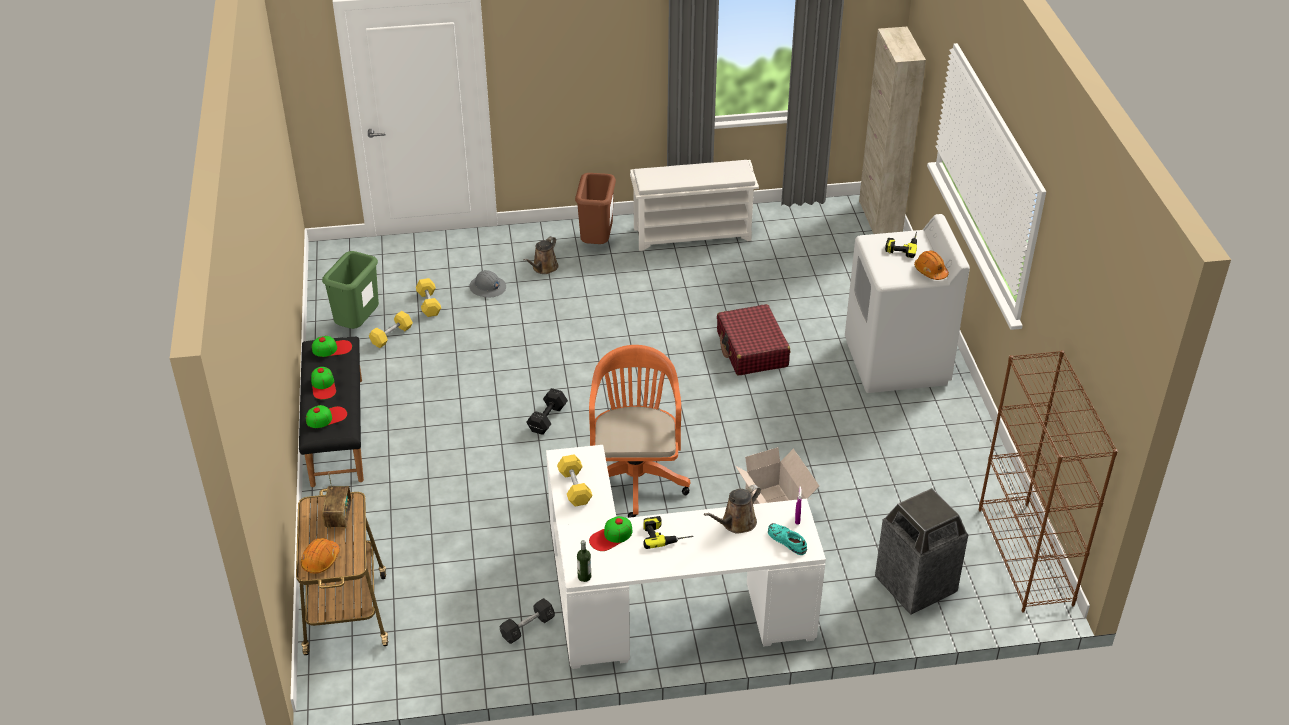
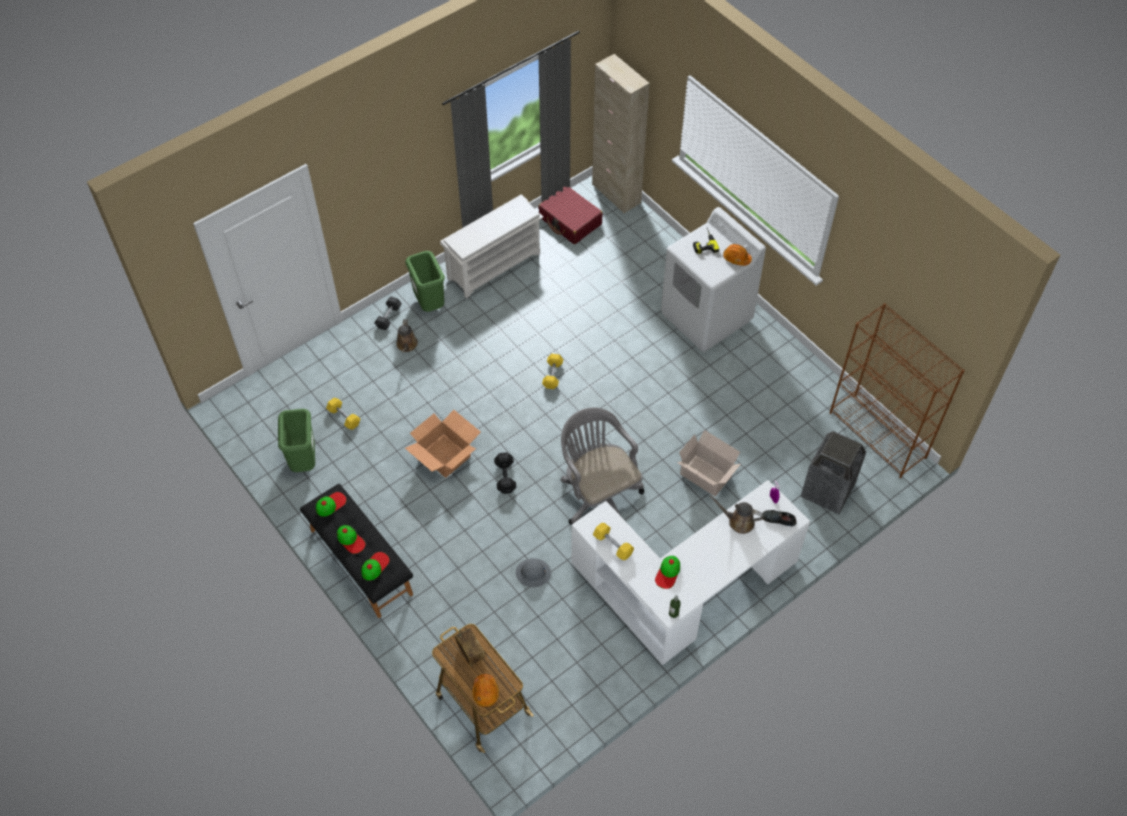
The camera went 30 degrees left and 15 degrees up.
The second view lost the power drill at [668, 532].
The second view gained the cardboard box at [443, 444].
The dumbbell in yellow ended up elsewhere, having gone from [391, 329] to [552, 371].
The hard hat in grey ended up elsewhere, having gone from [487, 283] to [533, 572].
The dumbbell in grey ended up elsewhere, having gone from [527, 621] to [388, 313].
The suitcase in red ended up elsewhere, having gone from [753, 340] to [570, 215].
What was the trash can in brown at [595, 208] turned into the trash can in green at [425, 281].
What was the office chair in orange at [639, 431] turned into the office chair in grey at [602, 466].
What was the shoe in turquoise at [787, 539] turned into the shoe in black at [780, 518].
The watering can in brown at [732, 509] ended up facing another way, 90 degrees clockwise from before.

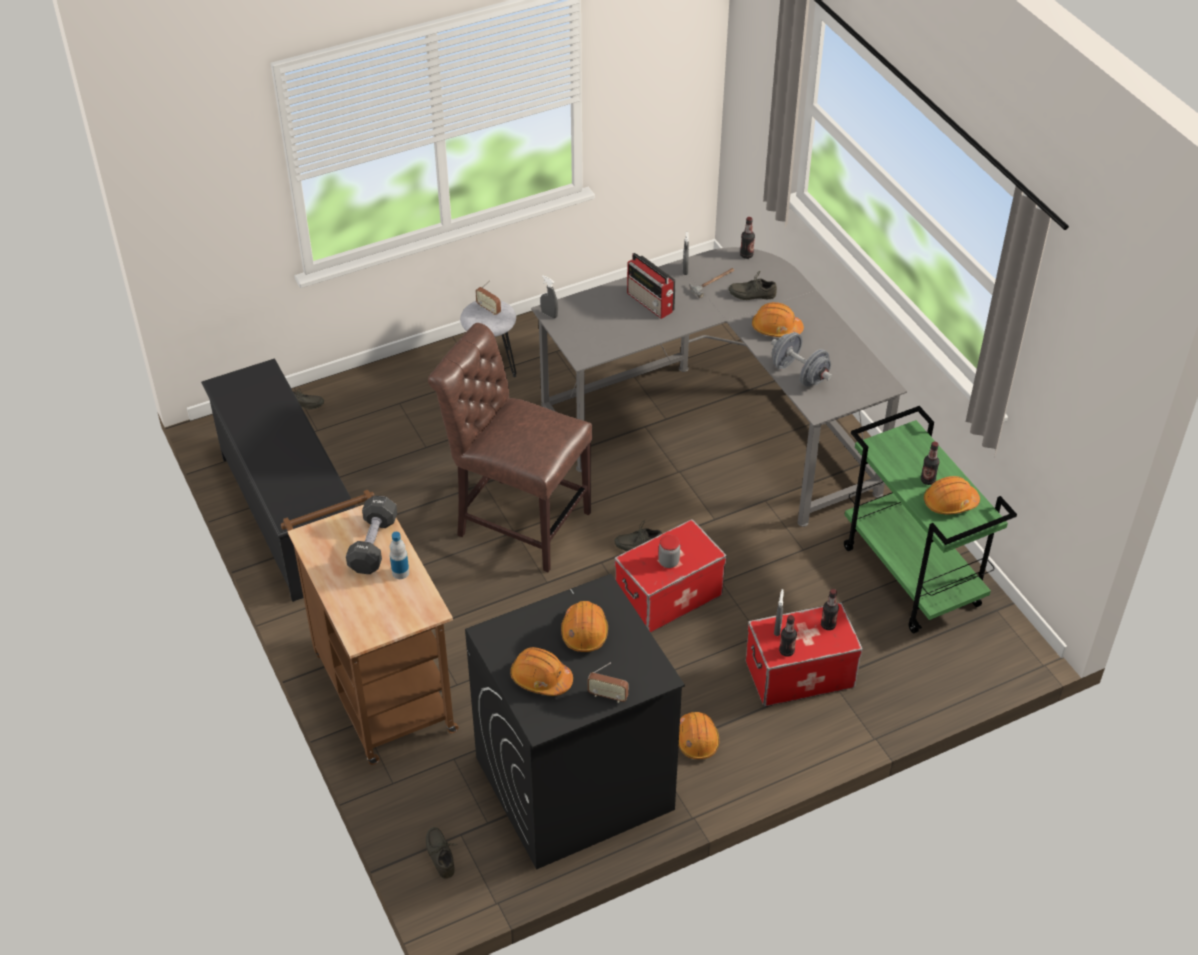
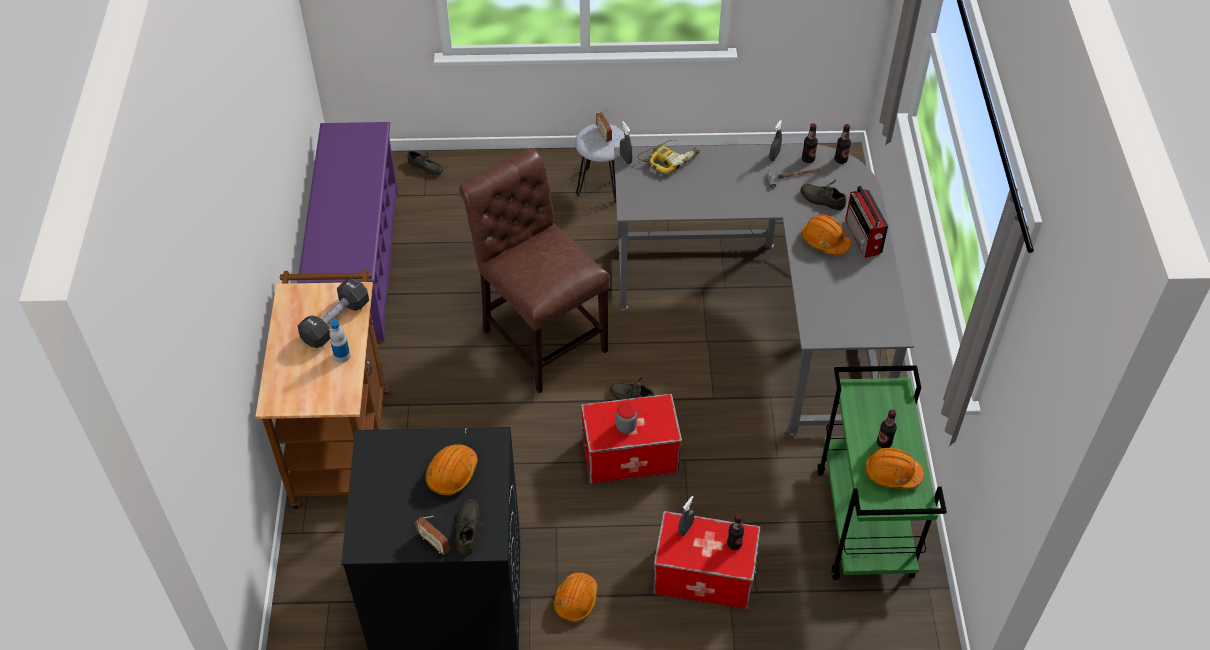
The camera went 25 degrees right and 5 degrees up.
The second view lost the hard hat in orange at [541, 671].
The second view lost the dumbbell in grey at [801, 359].
The second view gained the power drill at [669, 157].
The shoe in grey ended up elsewhere, having gone from [441, 853] to [468, 527].
The radio ended up elsewhere, having gone from [651, 286] to [866, 221].
The bottle ended up elsewhere, having gone from [788, 636] to [810, 143].
What was the shoe rack in black at [278, 480] turned into the shoe rack in purple at [347, 231].

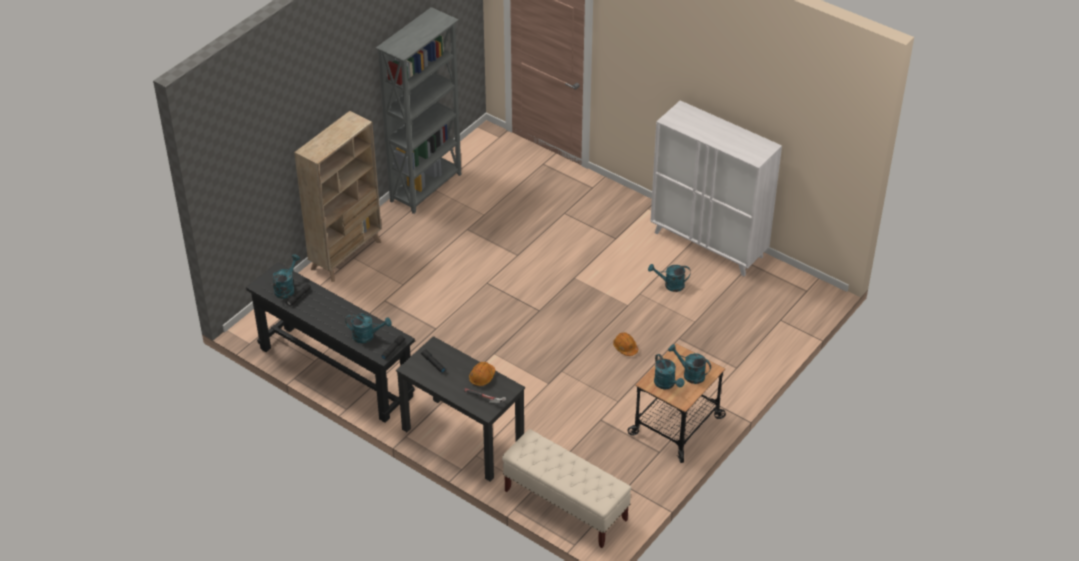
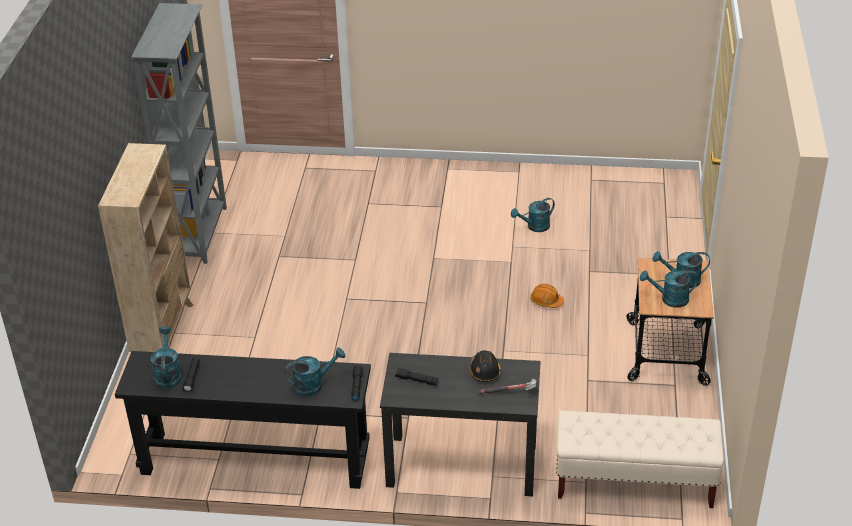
The camera went 30 degrees left and 5 degrees down.
The second view lost the cabinet in white at [716, 188].
What was the hard hat in orange at [482, 374] turned into the hard hat in black at [485, 366].
The watering can in turquoise at [669, 371] ended up facing another way, 150 degrees clockwise from before.

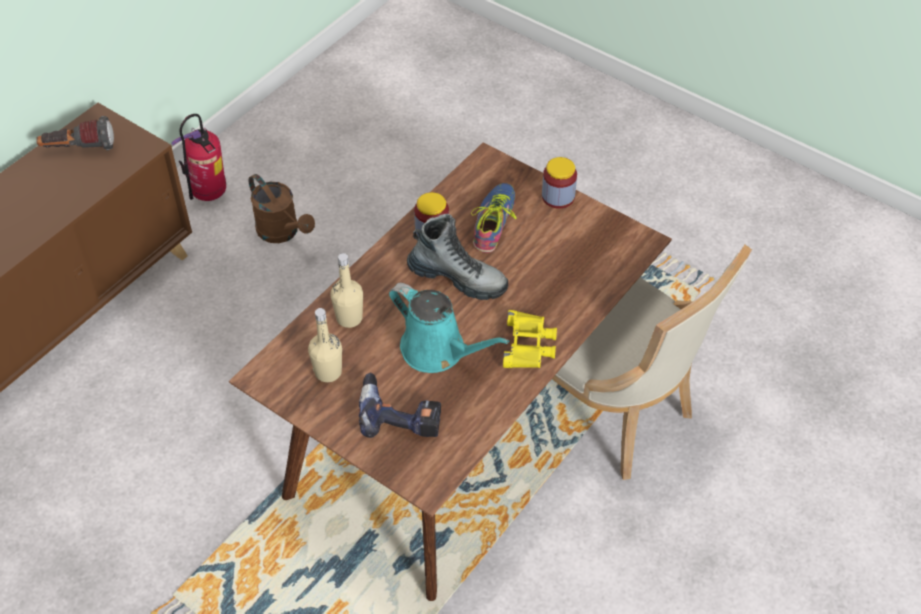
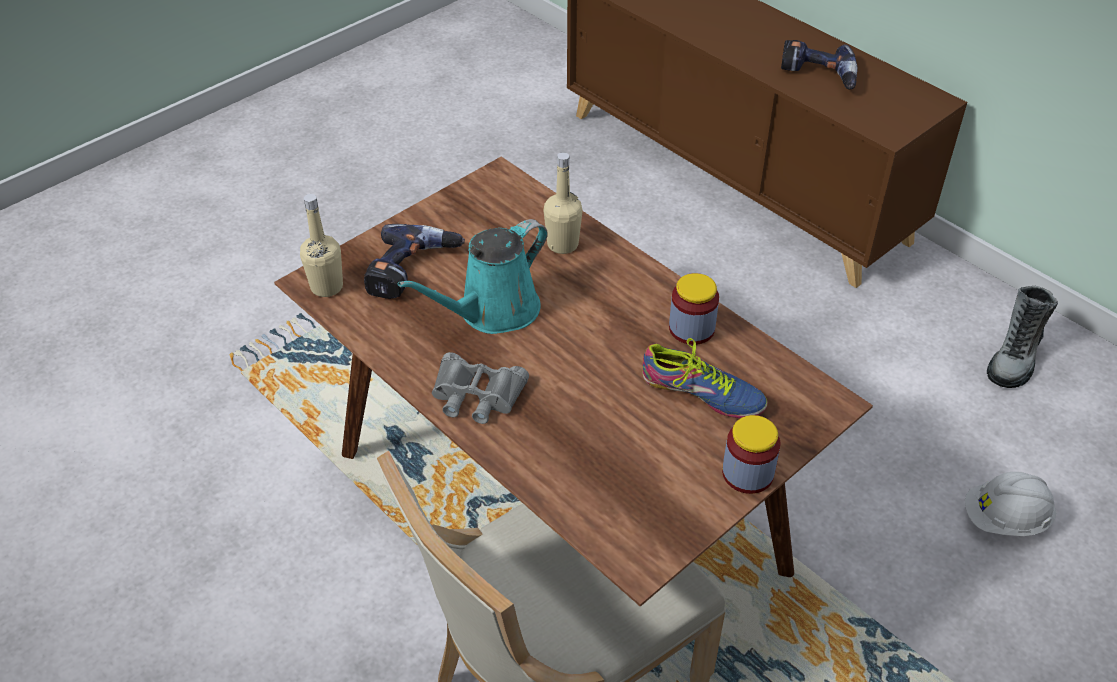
The camera went 100 degrees right and 5 degrees down.
The second view lost the flashlight at [75, 133].
The second view lost the fire extinguisher at [198, 157].
The second view lost the watering can in brown at [282, 208].
The second view gained the power drill at [819, 65].
The second view gained the hard hat in white at [1010, 504].
The bottle in beige ended up elsewhere, having gone from [325, 345] to [321, 245].
The boot ended up elsewhere, having gone from [457, 257] to [1022, 337].
What was the binoculars in yellow at [530, 339] turned into the binoculars in grey at [480, 388].

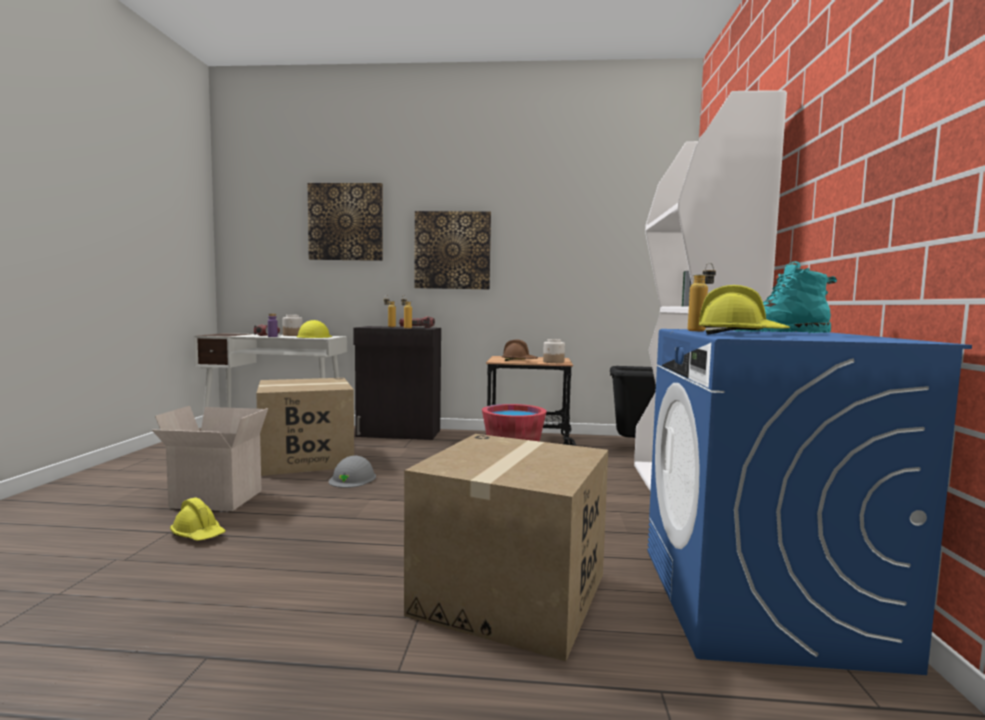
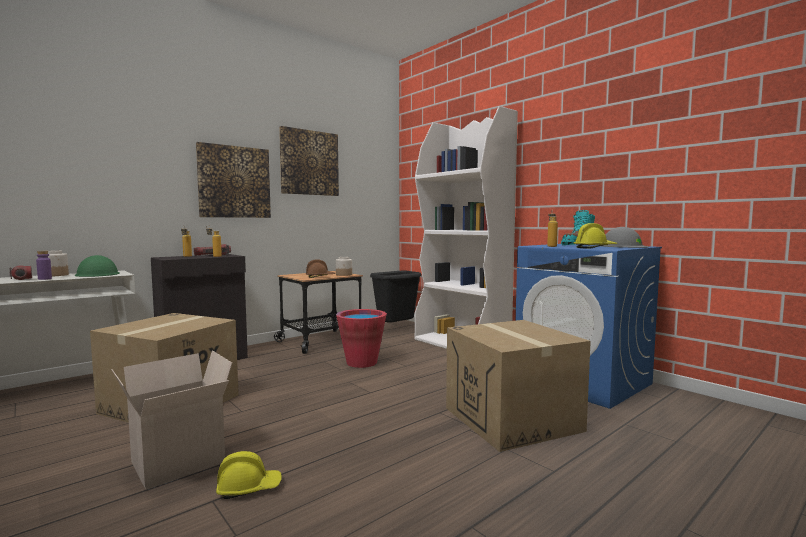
The camera went 45 degrees left and 0 degrees up.
The picture ended up elsewhere, having gone from [345, 222] to [309, 161].
The hard hat in grey ended up elsewhere, having gone from [352, 471] to [625, 237].
What was the hard hat in yellow at [314, 329] turned into the hard hat in green at [97, 266].

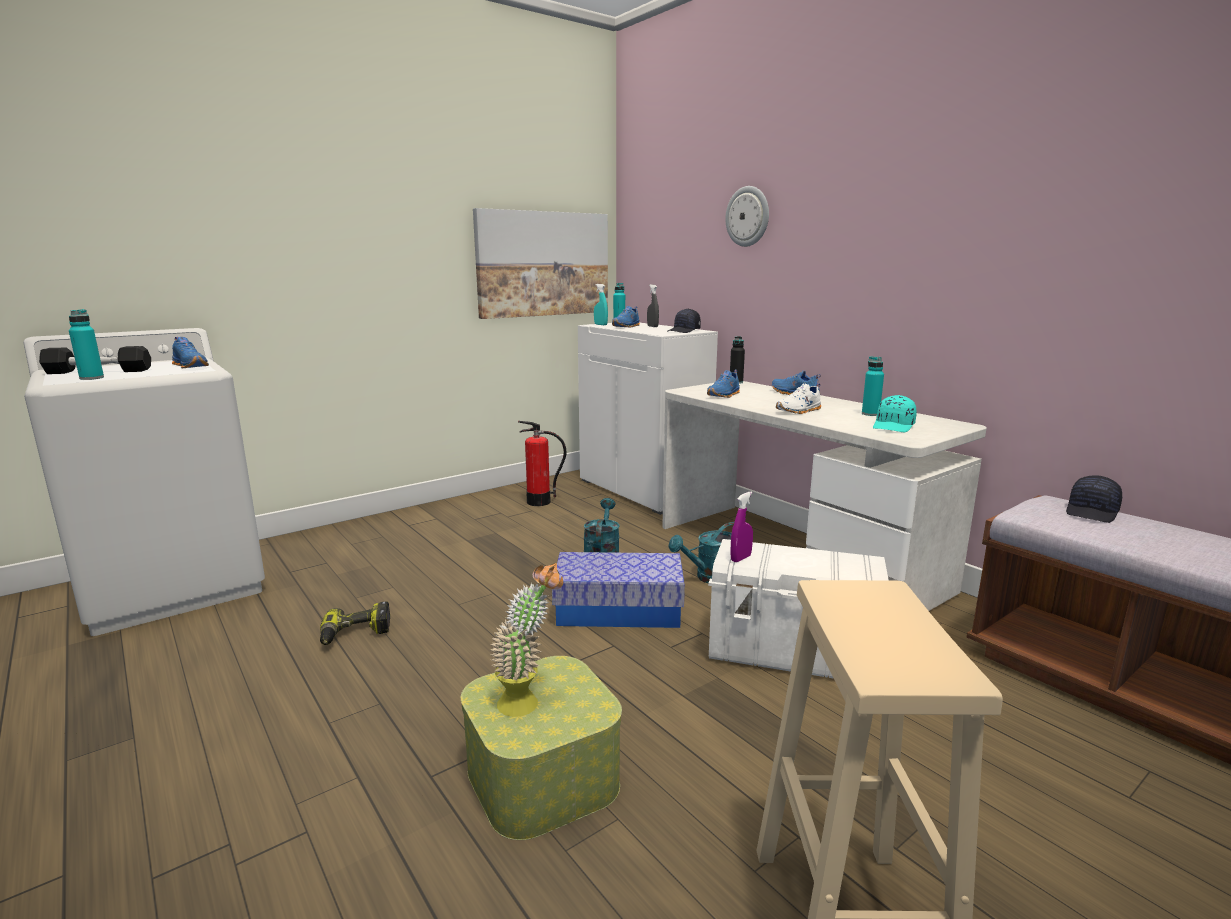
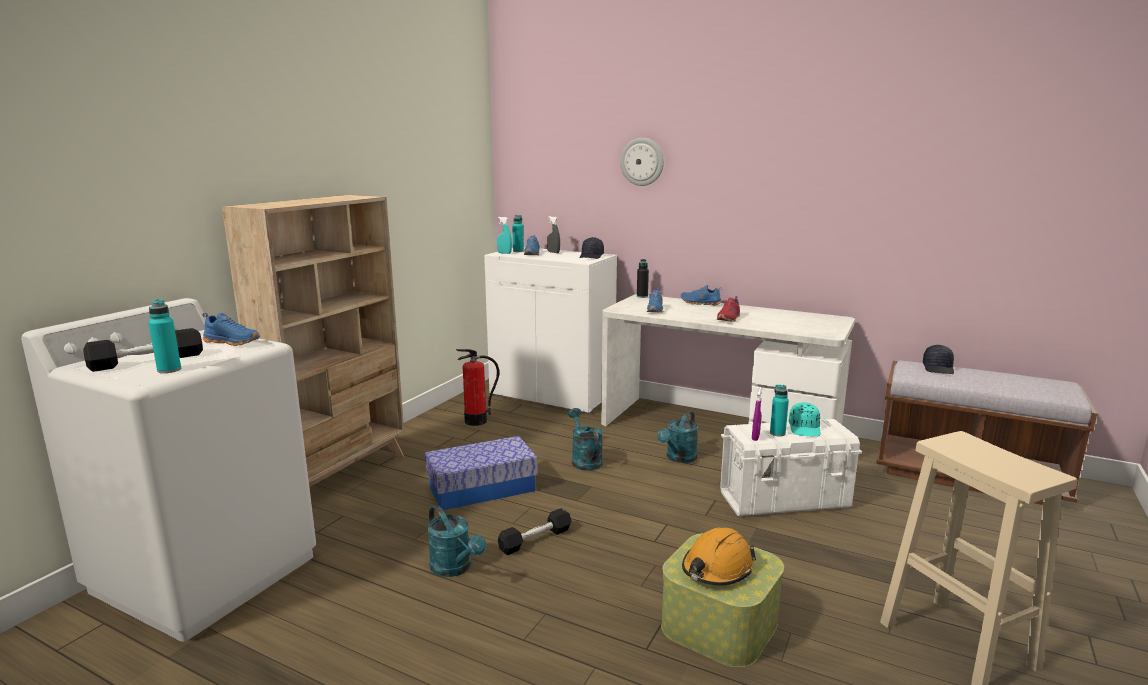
The camera went 25 degrees left and 0 degrees up.
The second view lost the picture at [540, 263].
The second view gained the bookcase in beige at [313, 341].
The second view gained the dumbbell in black at [534, 531].
The storage box ended up elsewhere, having gone from [618, 590] to [481, 473].
The bottle in turquoise ended up elsewhere, having gone from [873, 386] to [779, 411].
The cap in turquoise ended up elsewhere, having gone from [895, 413] to [804, 419].
Where the power drill stood at [355, 623], the watering can in turquoise came to stand at [456, 541].
Where the potted plant stood at [526, 640], the hard hat in orange came to stand at [719, 556].
What was the shoe in white at [798, 398] turned into the shoe in red at [728, 309].

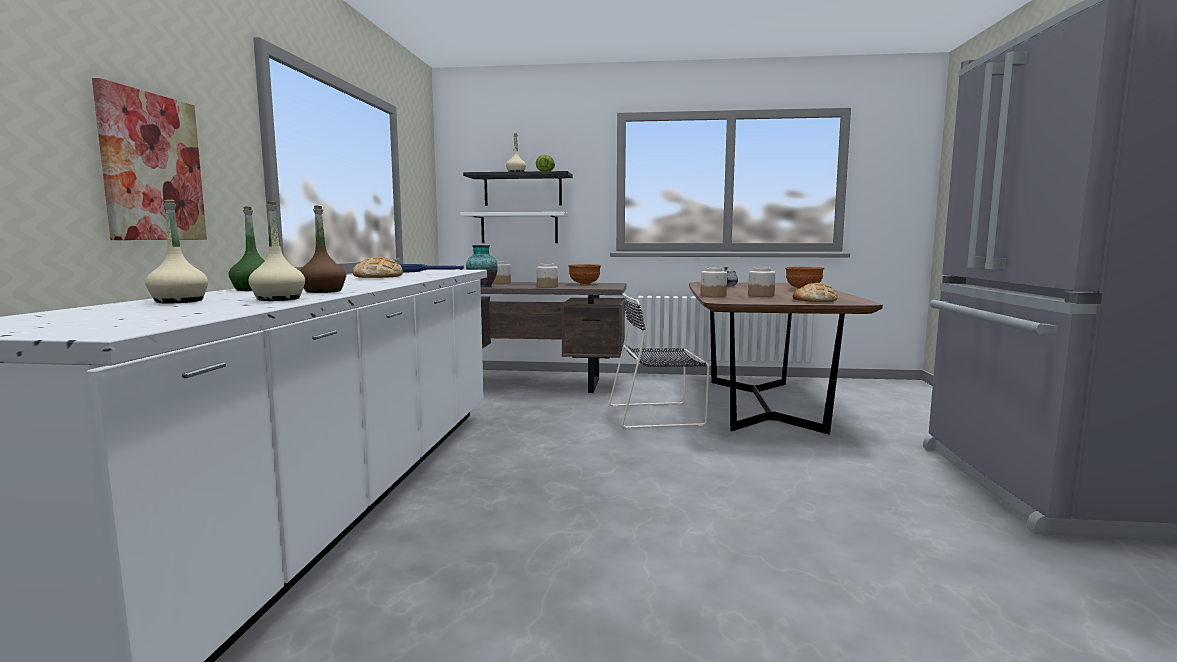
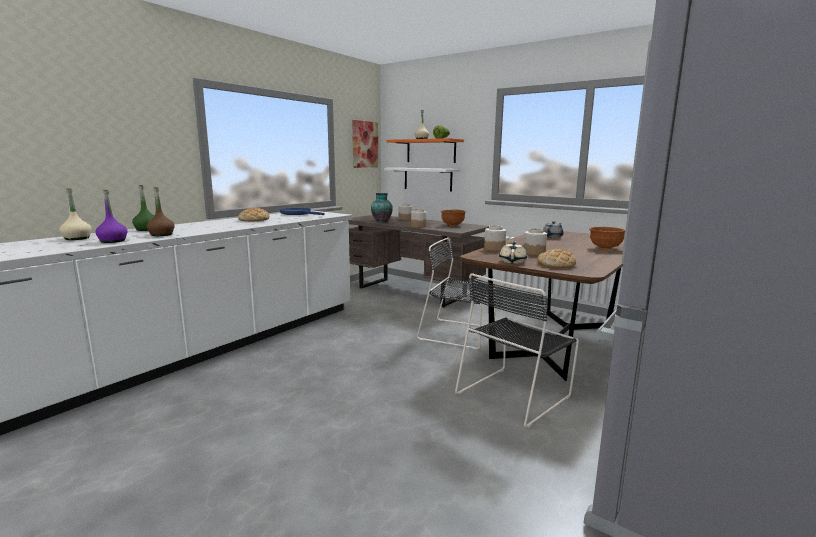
The camera went 30 degrees right and 5 degrees up.
The second view gained the chair in black at [517, 350].
The second view gained the teapot in beige at [513, 252].
The picture ended up elsewhere, having gone from [149, 159] to [365, 144].
What was the bottle in beige at [276, 251] turned into the bottle in purple at [111, 216].
What was the shelf in black at [518, 188] turned into the shelf in orange at [425, 150].

